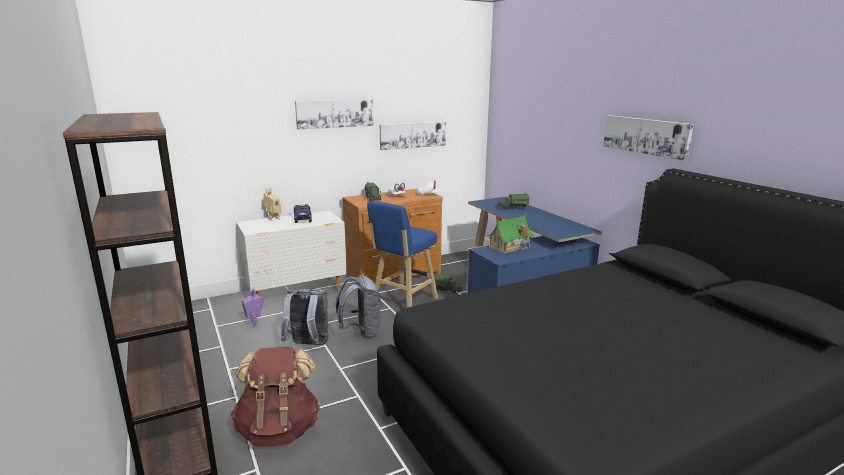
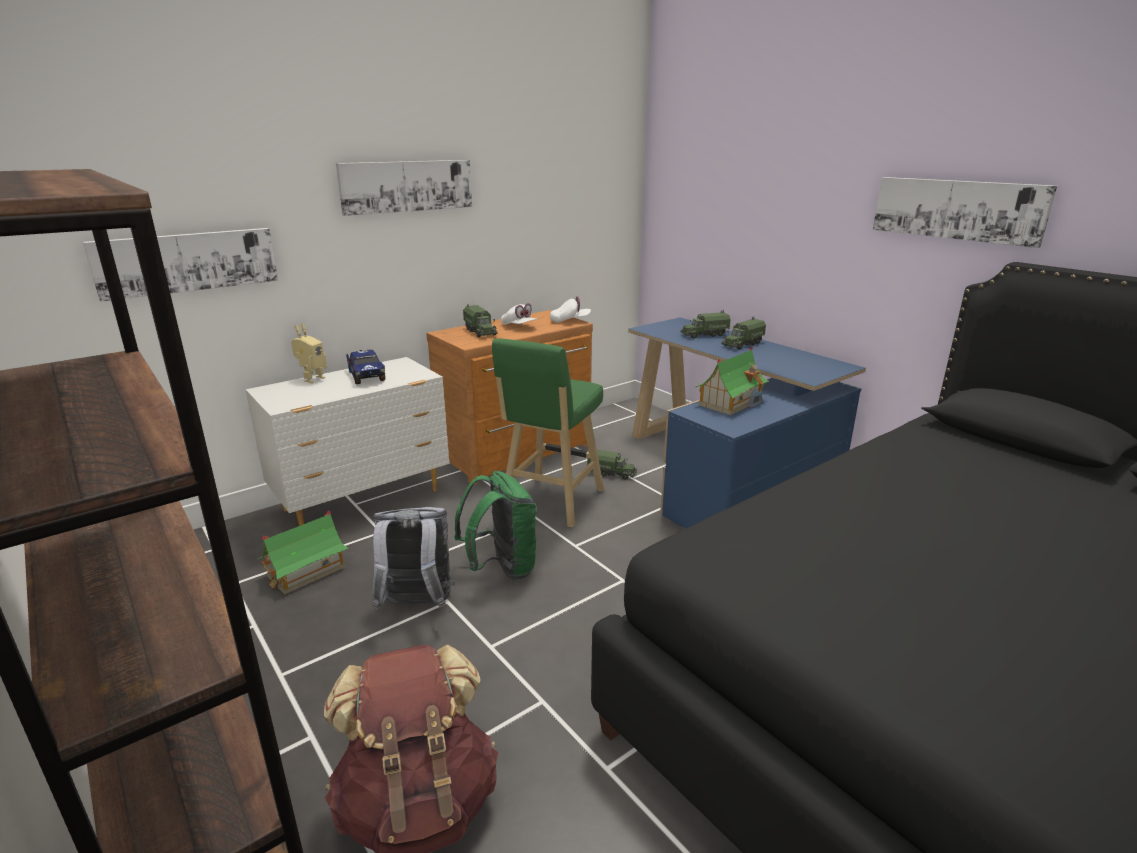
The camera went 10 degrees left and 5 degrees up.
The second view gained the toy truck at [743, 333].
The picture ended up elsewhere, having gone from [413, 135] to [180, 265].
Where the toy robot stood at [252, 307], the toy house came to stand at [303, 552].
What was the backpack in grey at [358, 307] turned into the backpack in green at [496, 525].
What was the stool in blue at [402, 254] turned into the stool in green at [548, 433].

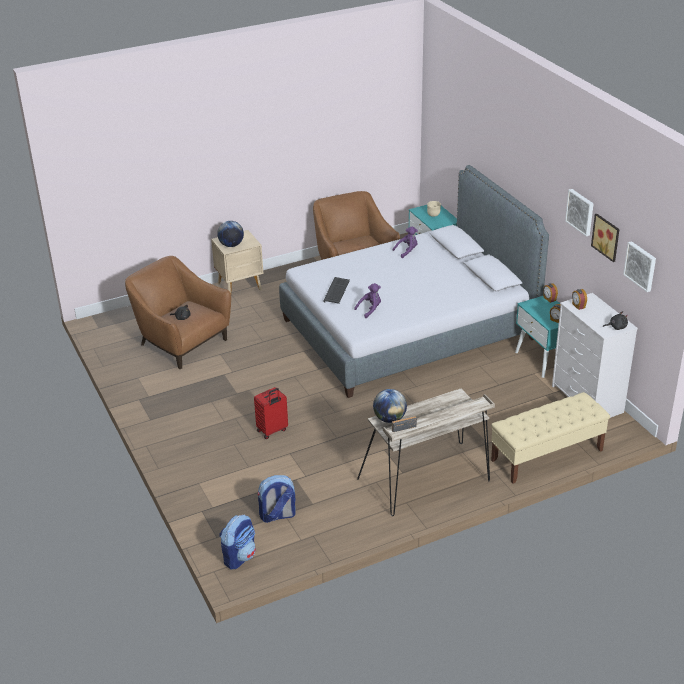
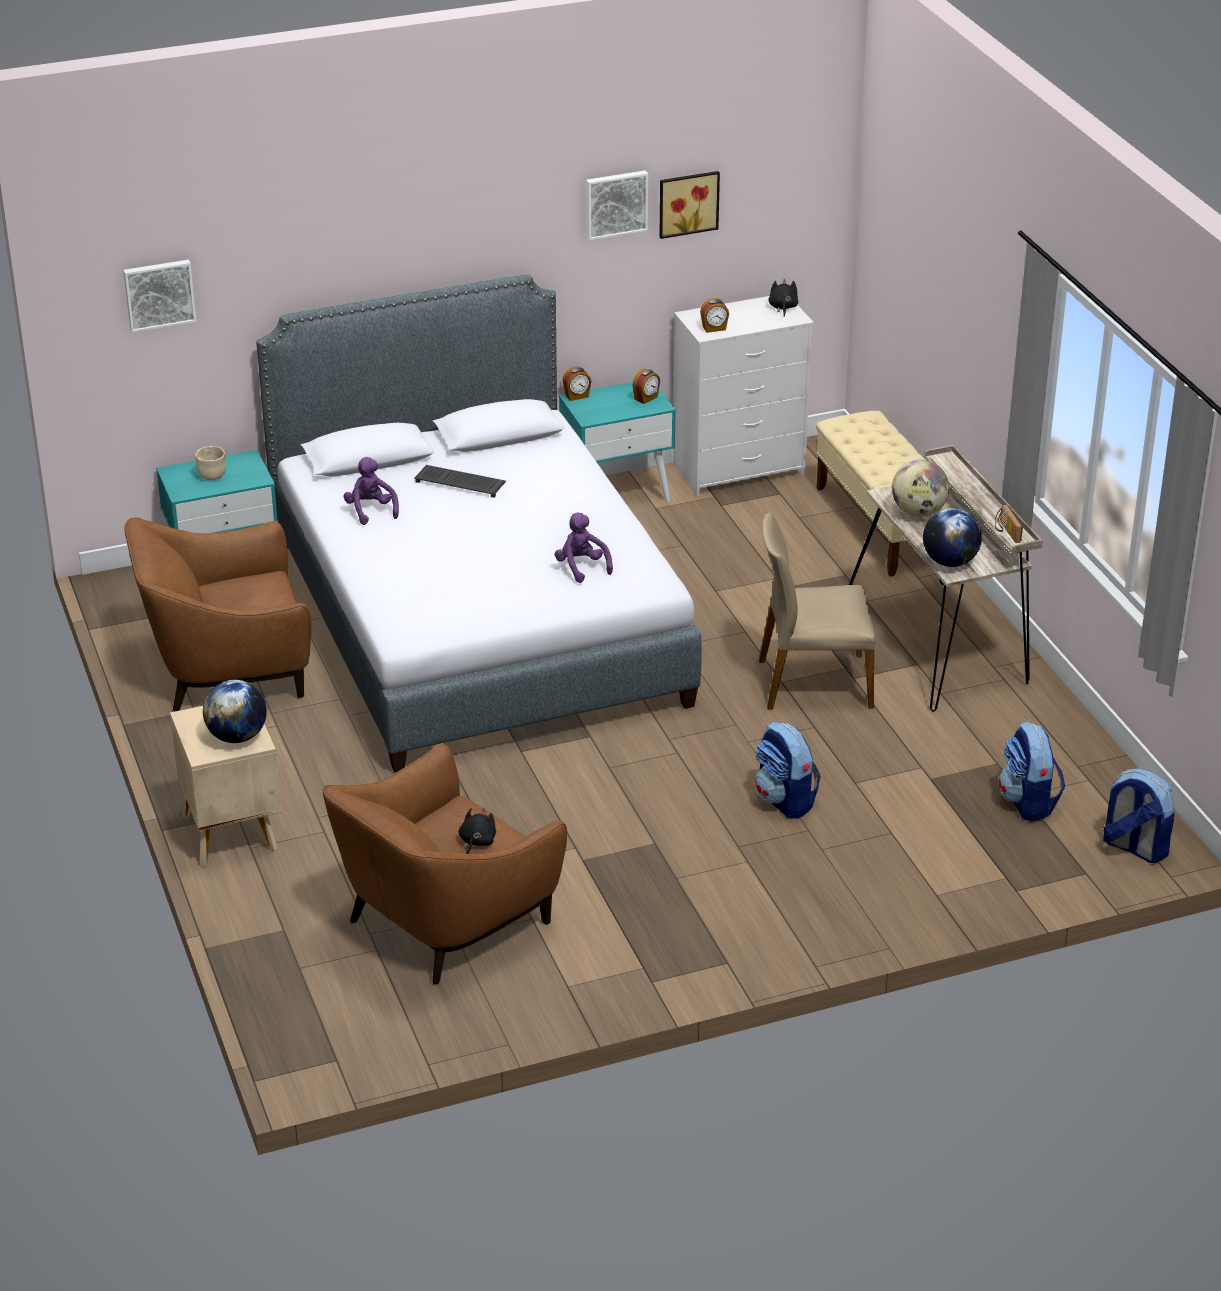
The camera went 85 degrees left and 0 degrees up.
The second view gained the chair in beige at [817, 611].
The second view gained the globe at [920, 488].
The keyboard ended up elsewhere, having gone from [336, 290] to [460, 481].
The picture ended up elsewhere, having gone from [639, 266] to [159, 296].
Where the suitcase in red stood at [271, 413], the backpack came to stand at [788, 770].

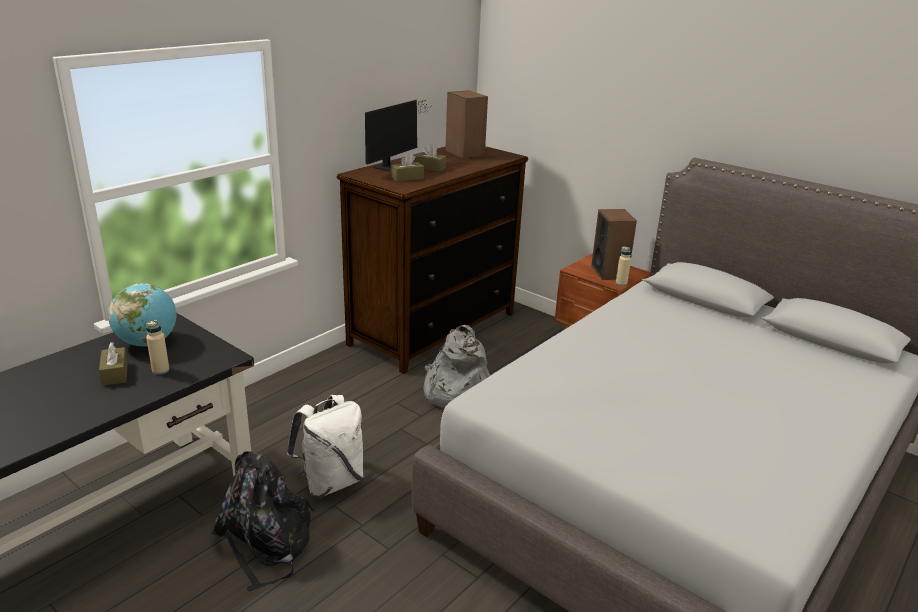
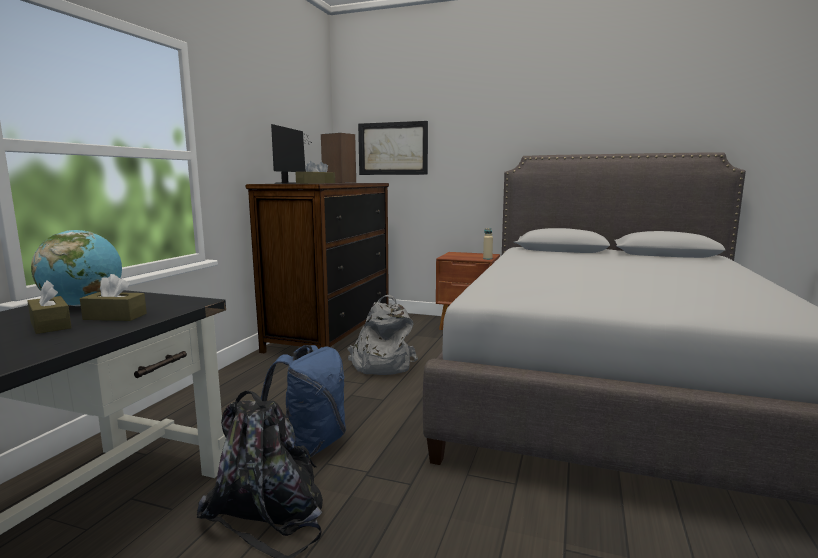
The camera went 20 degrees left and 15 degrees down.
The second view lost the speaker at [614, 244].
The second view gained the picture at [393, 148].
Where the bottle in beige stood at [157, 347], the tissue box in brown came to stand at [113, 297].
What was the backpack in white at [325, 446] turned into the backpack in blue at [303, 401].

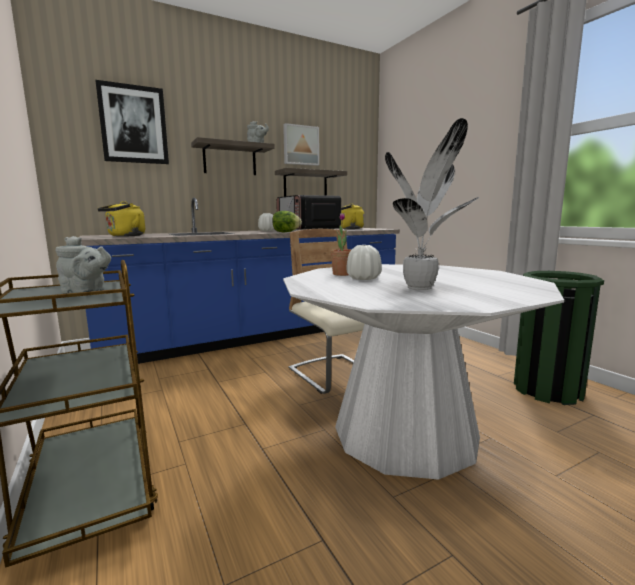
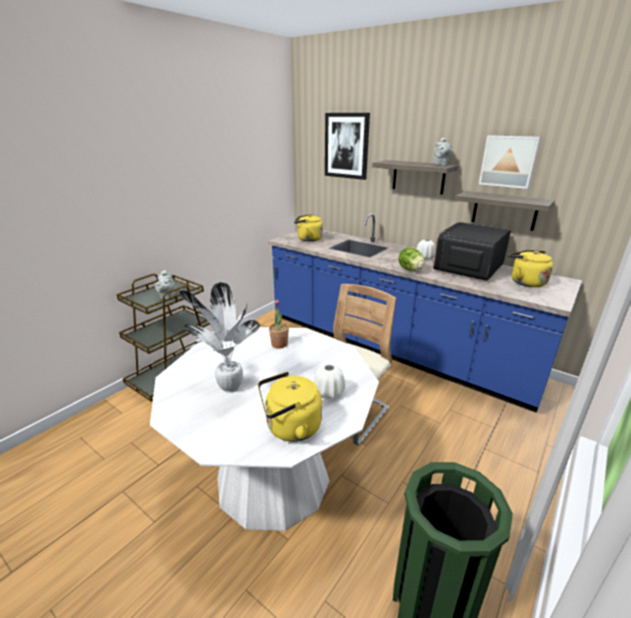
The camera went 65 degrees right and 15 degrees up.
The second view gained the kettle in yellow at [290, 407].
The vase in white ended up elsewhere, having gone from [364, 262] to [329, 381].

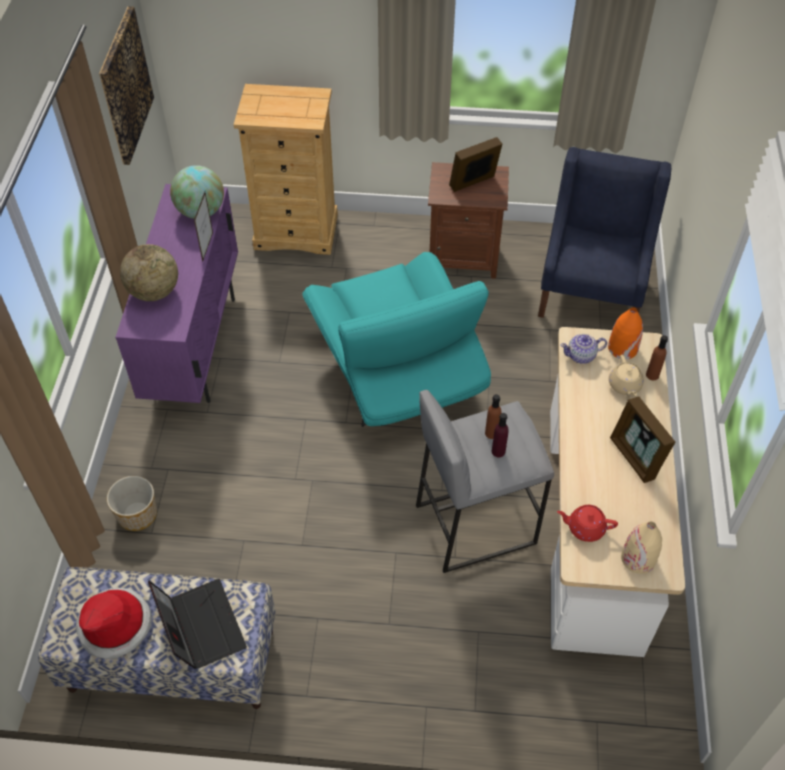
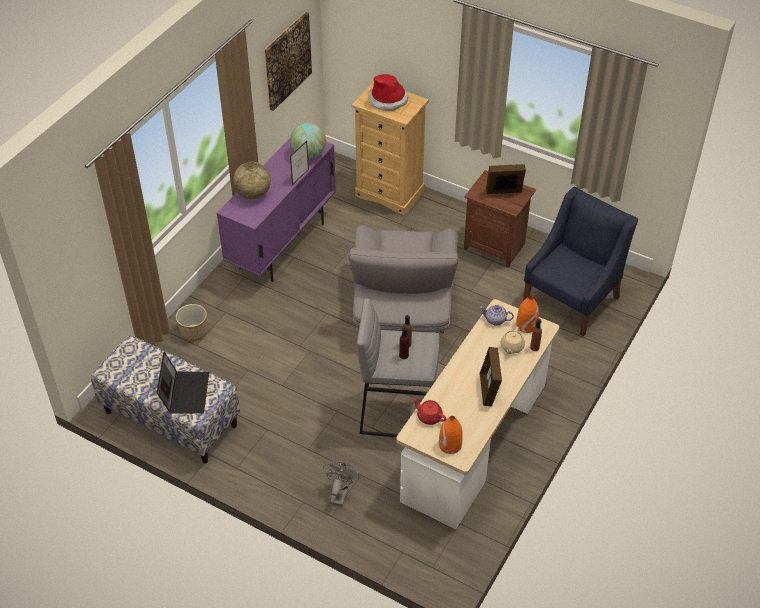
The camera went 25 degrees right and 5 degrees down.
The second view gained the fan in grey at [341, 483].
The hat ended up elsewhere, having gone from [114, 623] to [388, 92].
What was the armchair in turquoise at [396, 339] turned into the armchair in grey at [403, 279].
What was the vase in beige at [641, 548] turned into the vase in orange at [451, 435].

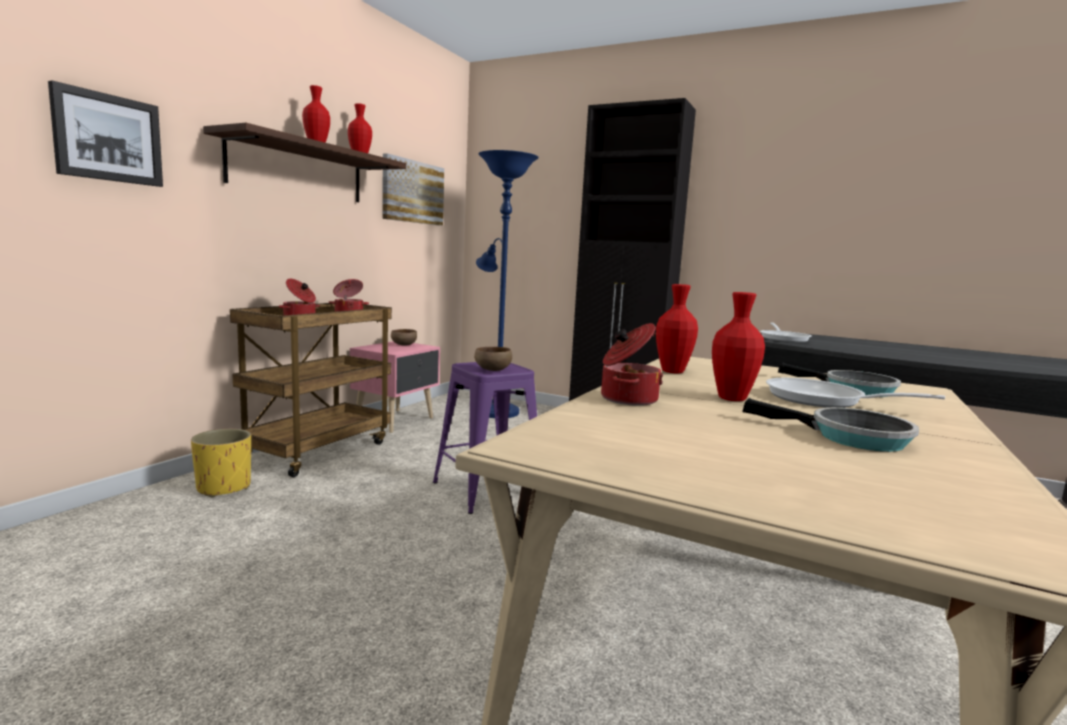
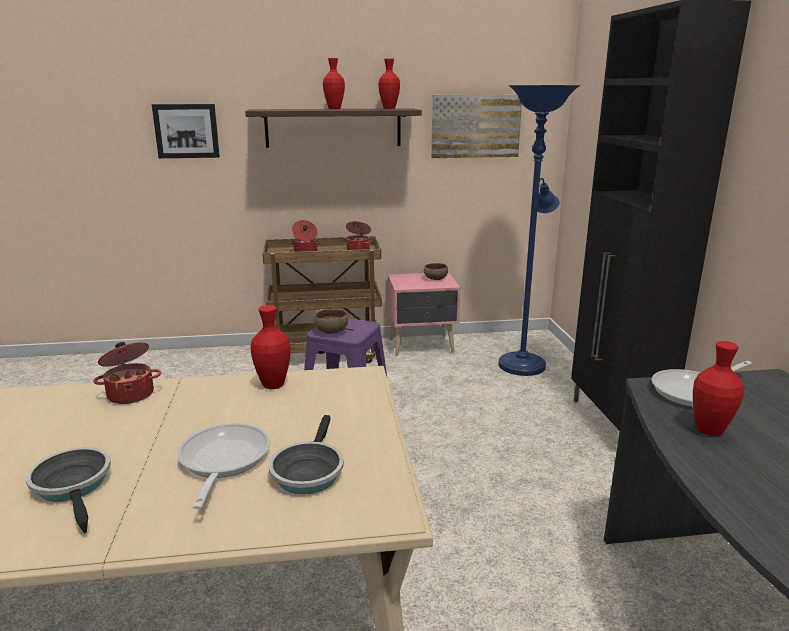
The camera went 55 degrees right and 10 degrees up.
The second view lost the planter in yellow at [221, 463].
The vase in red ended up elsewhere, having gone from [738, 346] to [718, 388].
The frying pan at [830, 425] ended up facing another way, 150 degrees clockwise from before.

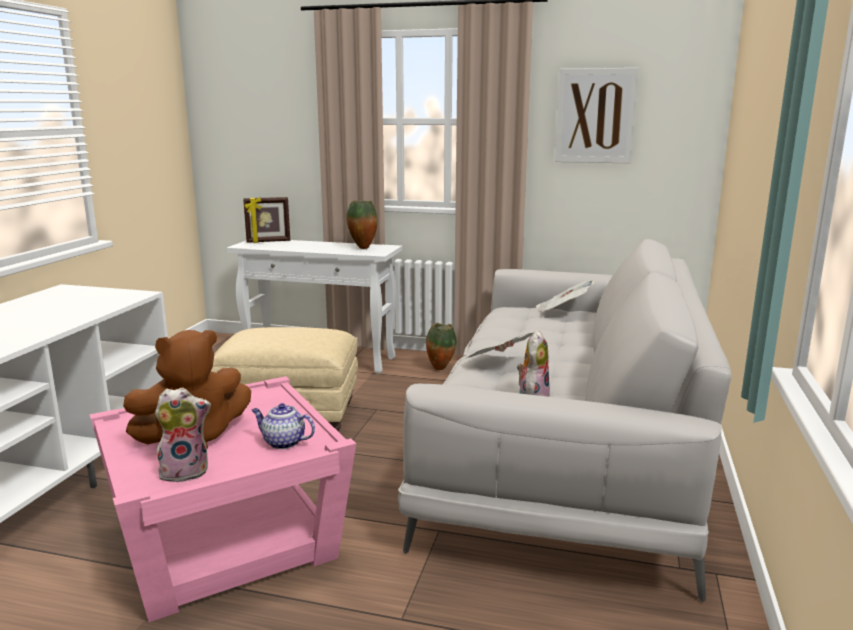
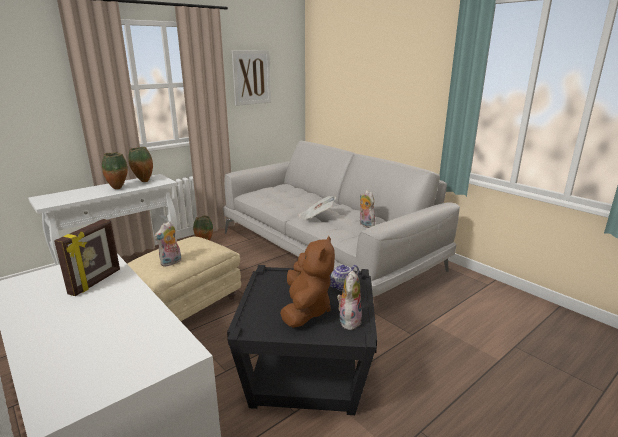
The camera went 55 degrees left and 5 degrees up.
The second view lost the newspaper at [565, 296].
The second view gained the vase at [115, 170].
The second view gained the plush toy at [167, 244].
The picture frame ended up elsewhere, having gone from [266, 220] to [87, 257].
What was the side table in pink at [222, 499] turned into the side table in black at [302, 340].

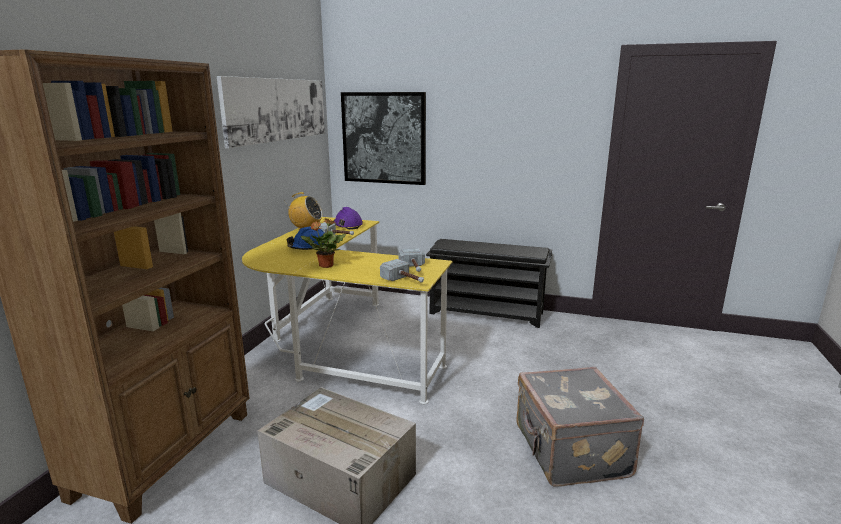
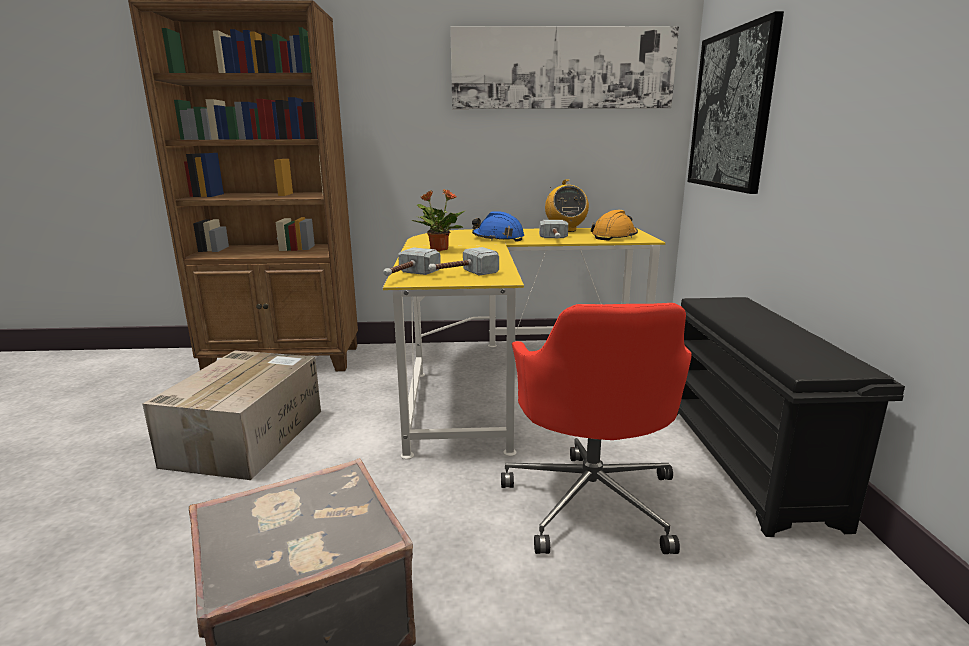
The camera went 70 degrees right and 0 degrees up.
The second view gained the office chair in red at [596, 428].
What was the hard hat in purple at [348, 218] turned into the hard hat in orange at [614, 225].

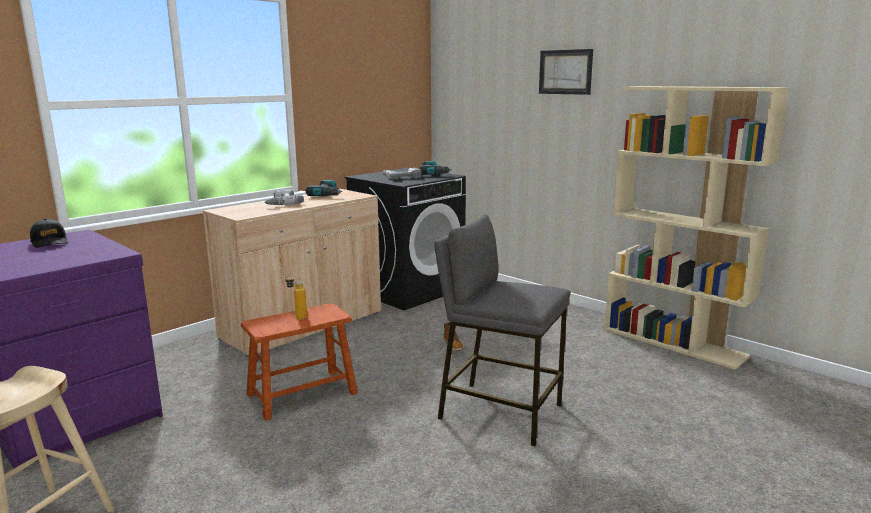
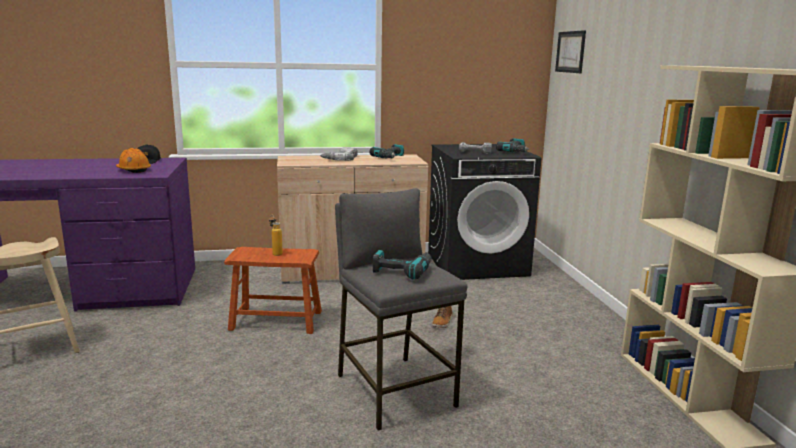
The camera went 35 degrees right and 0 degrees up.
The second view gained the hard hat in orange at [133, 160].
The second view gained the power drill at [402, 265].
The picture ended up elsewhere, having gone from [566, 72] to [570, 51].

